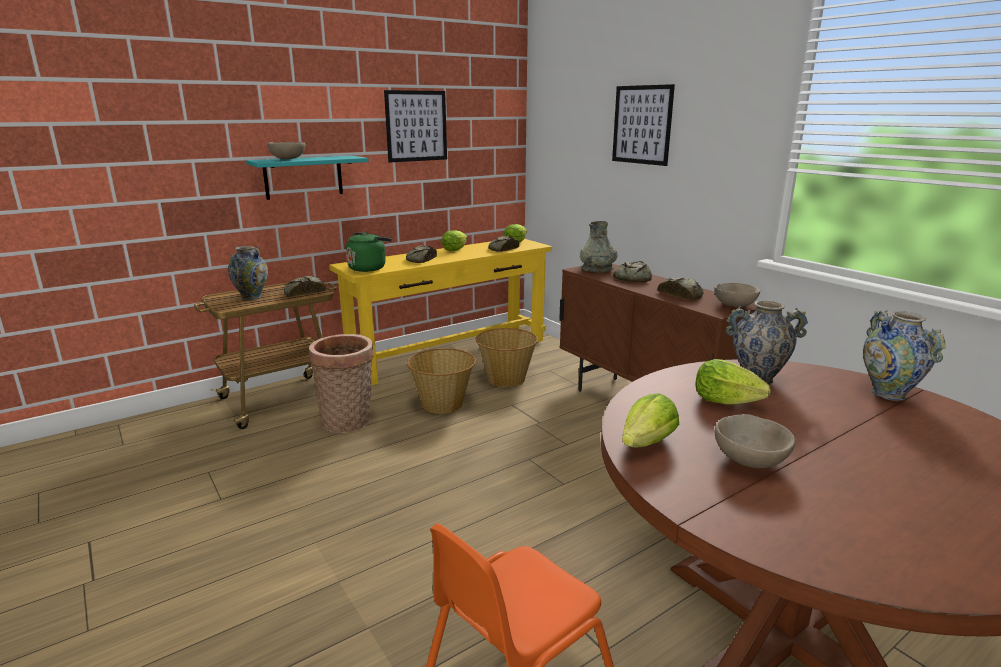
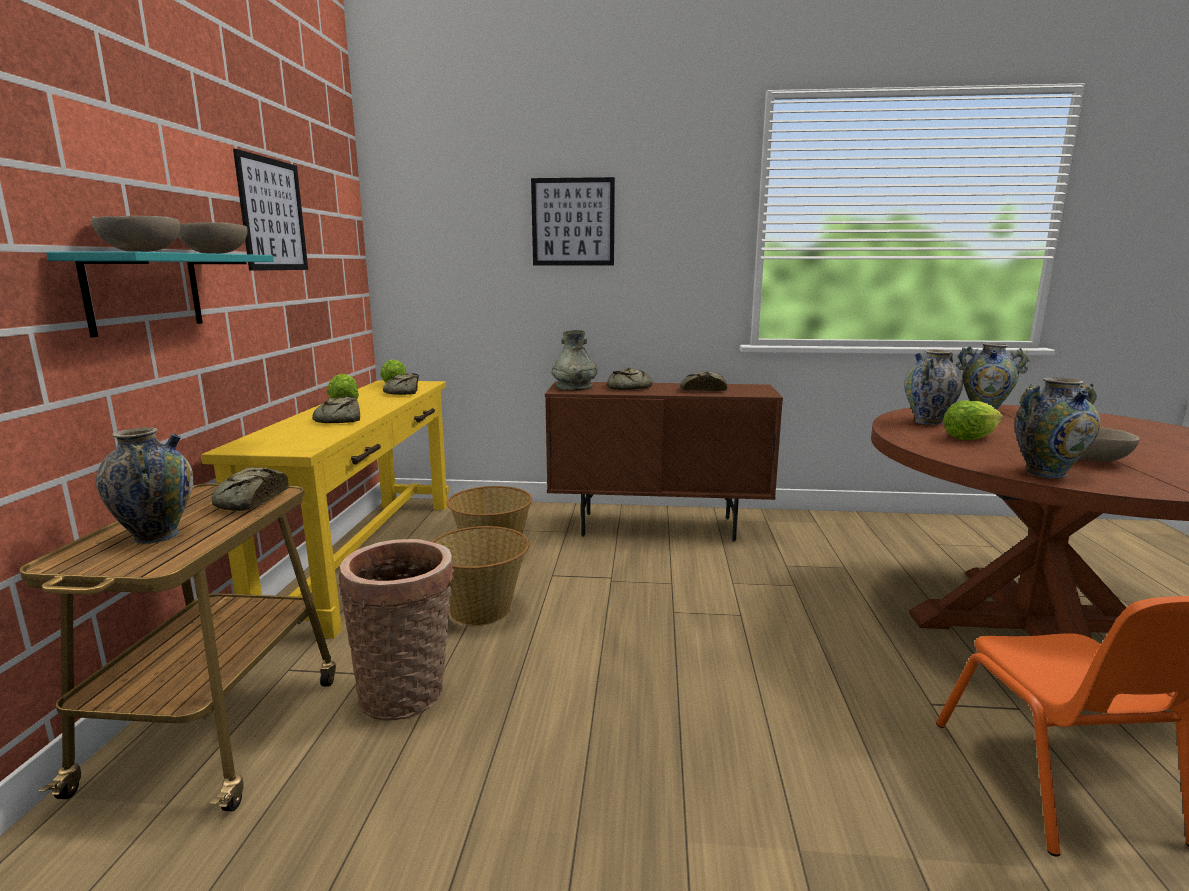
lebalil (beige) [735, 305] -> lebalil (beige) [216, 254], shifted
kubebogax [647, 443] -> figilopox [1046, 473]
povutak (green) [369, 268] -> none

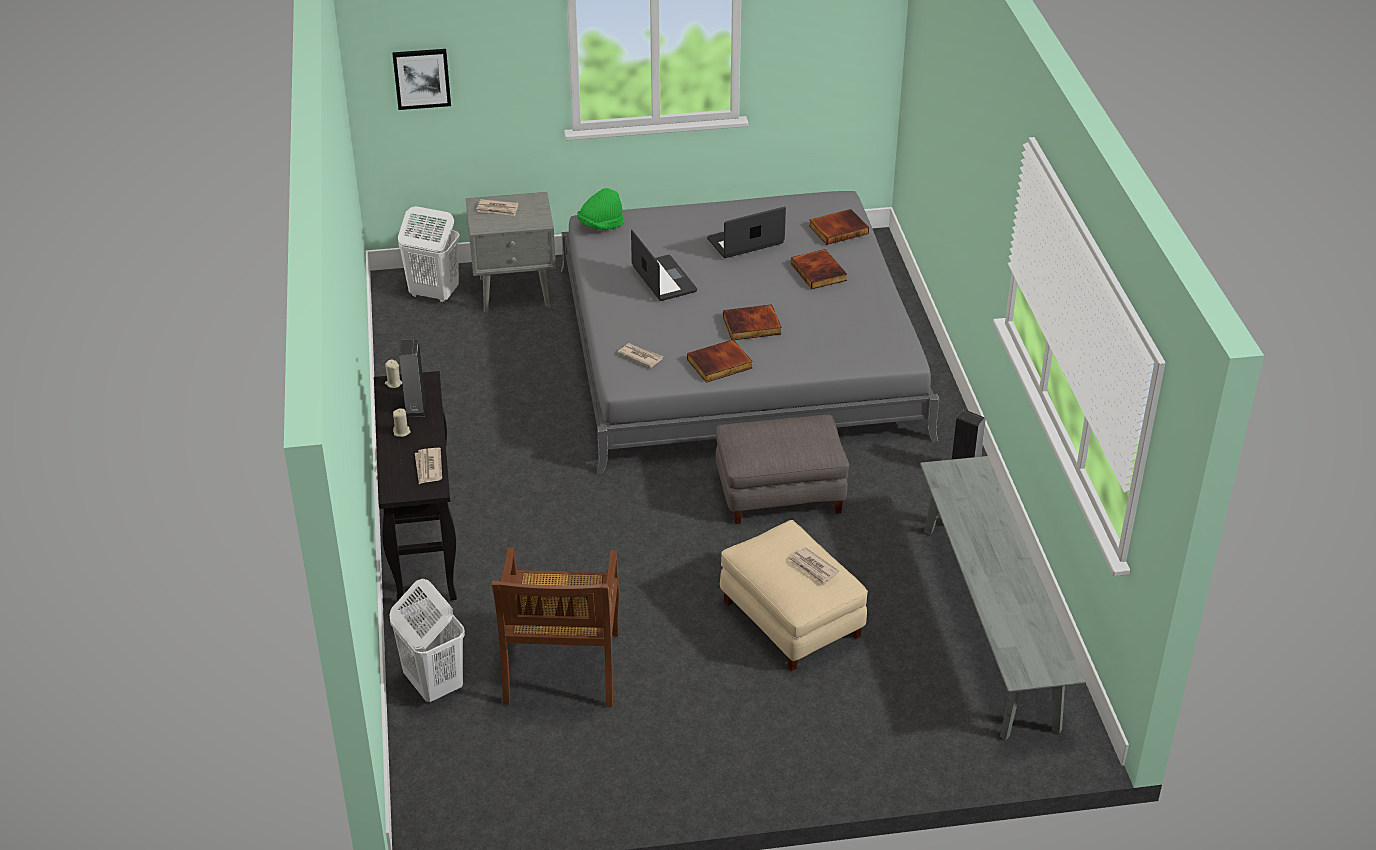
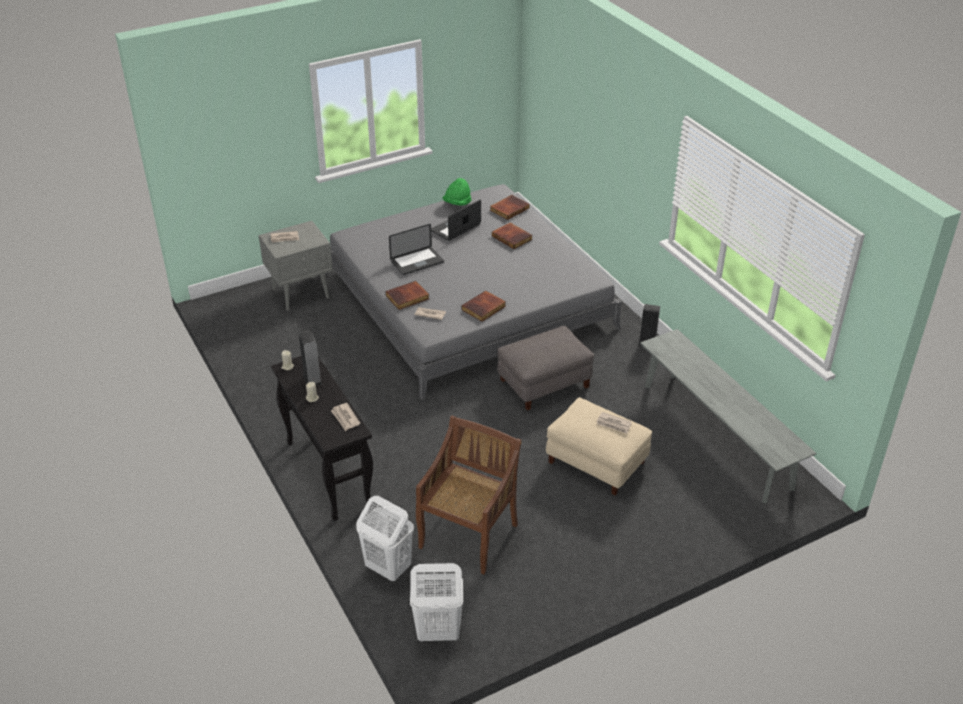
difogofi [751, 326] -> difogofi [407, 298], shifted
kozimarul [664, 279] -> kozimarul [417, 262], 105 degrees clockwise
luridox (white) [433, 294] -> luridox (white) [437, 632], shifted
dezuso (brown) [562, 670] -> dezuso (brown) [469, 534], 135 degrees counterclockwise
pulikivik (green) [601, 225] -> pulikivik (green) [457, 203], shifted
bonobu [422, 78] -> none

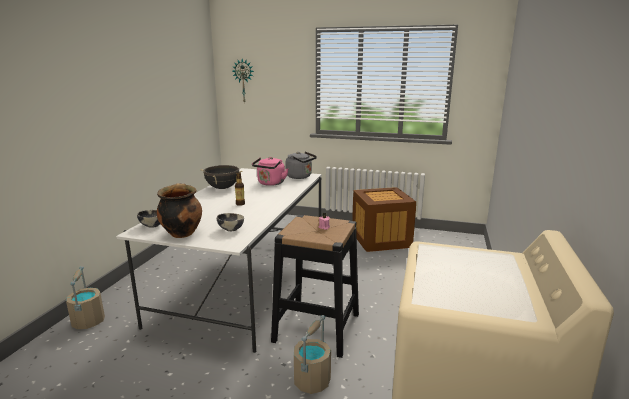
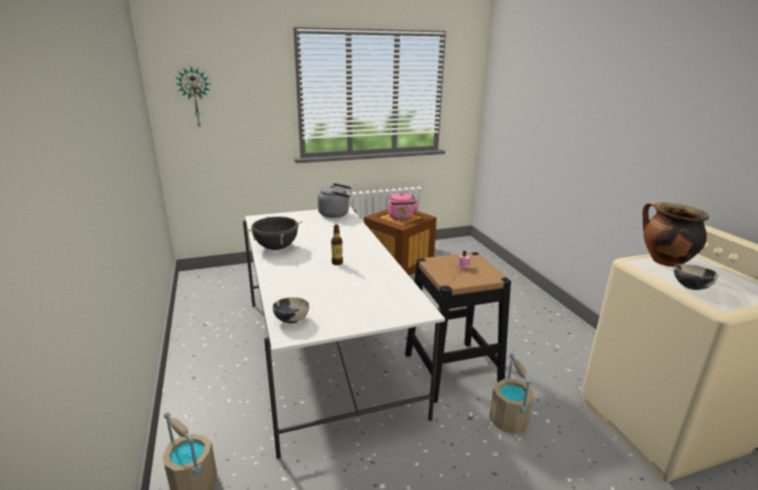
povutak (pink) [270, 183] -> povutak (pink) [401, 217], shifted
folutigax [181, 233] -> folutigax [664, 261], shifted
lebalil [230, 229] -> lebalil [690, 287], shifted

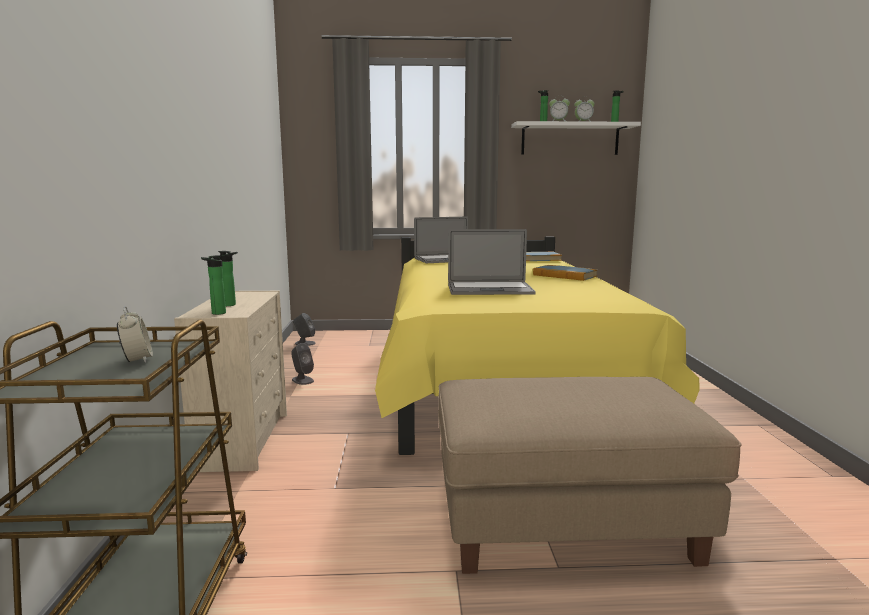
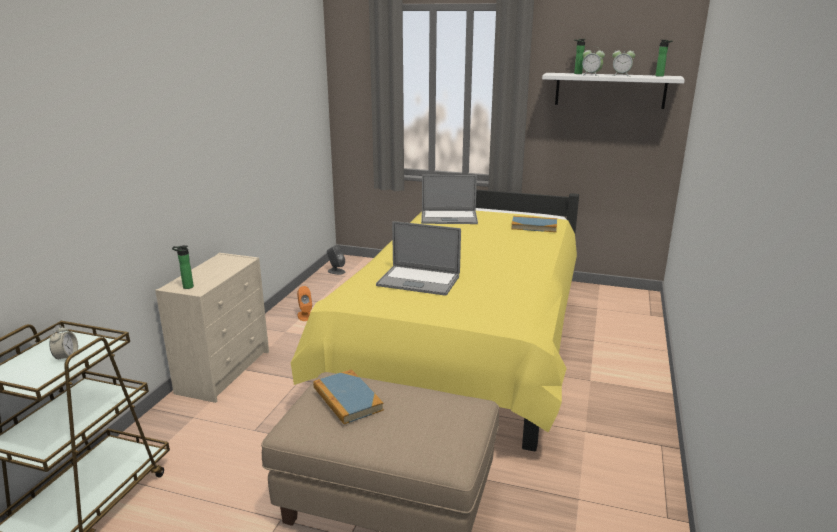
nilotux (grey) [302, 380] -> nilotux (orange) [305, 316]
difogofi [564, 275] -> difogofi [347, 399], shifted
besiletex [231, 305] -> none

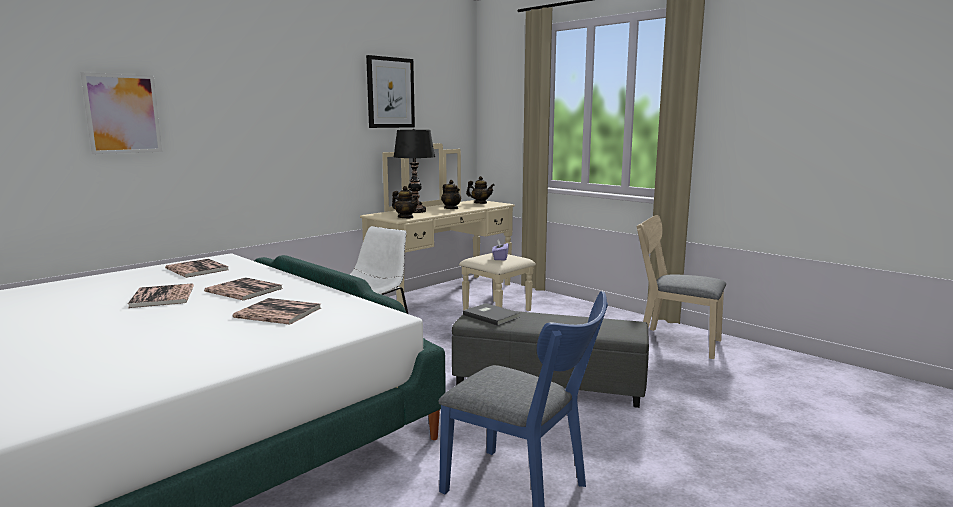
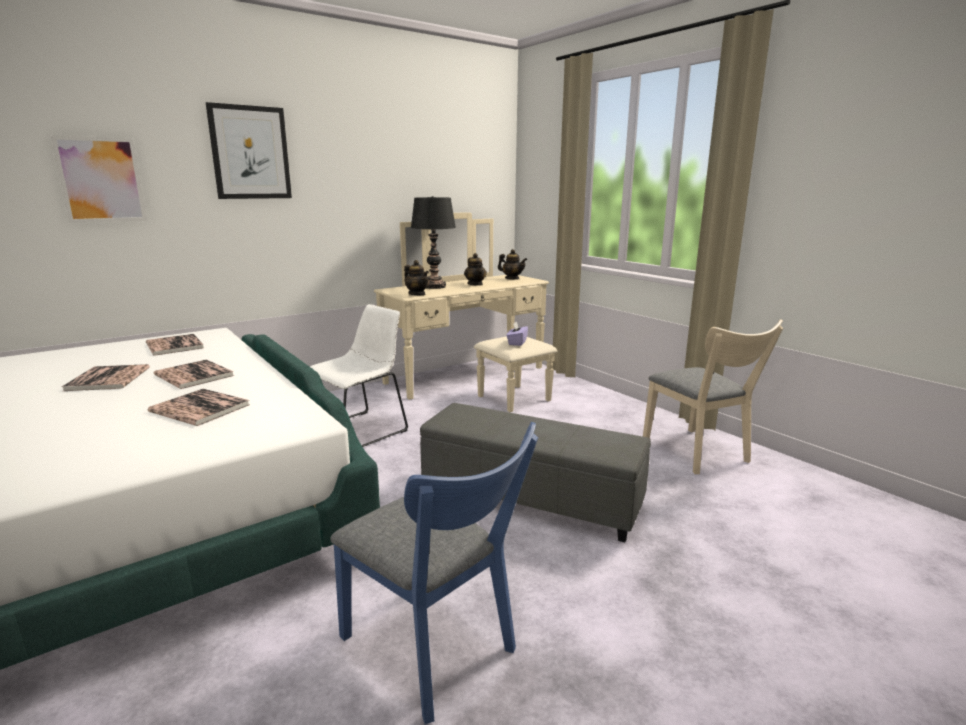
bonobu [390, 92] -> bonobu [250, 153], shifted
dezuso (beige) [673, 342] -> dezuso (beige) [699, 453], 150 degrees counterclockwise
difogofi (grey) [491, 315] -> none

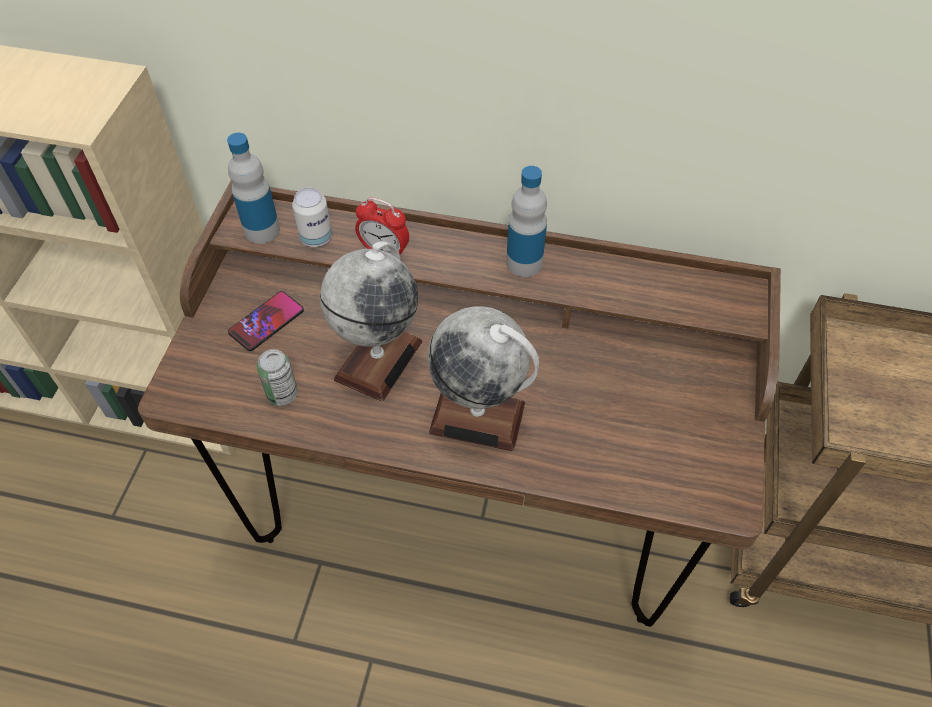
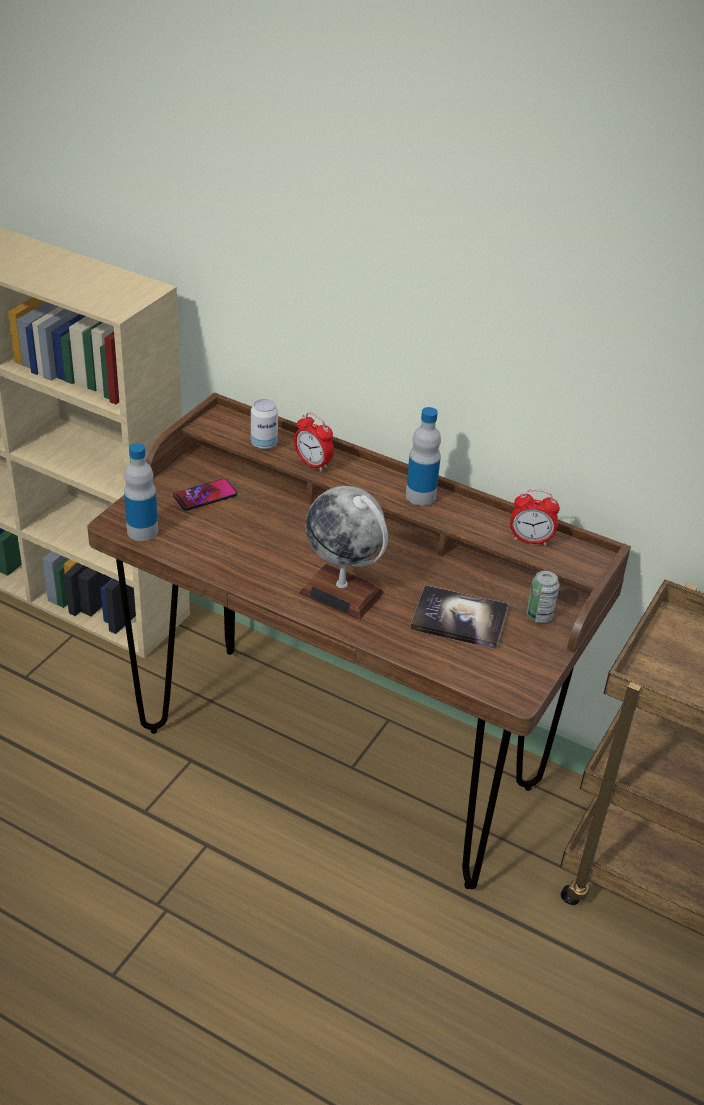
besiletex [262, 230] -> besiletex [142, 531], shifted
none -> difogofi [459, 619]
none -> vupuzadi [530, 540]
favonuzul [282, 394] -> favonuzul [539, 616], shifted
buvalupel [378, 359] -> none

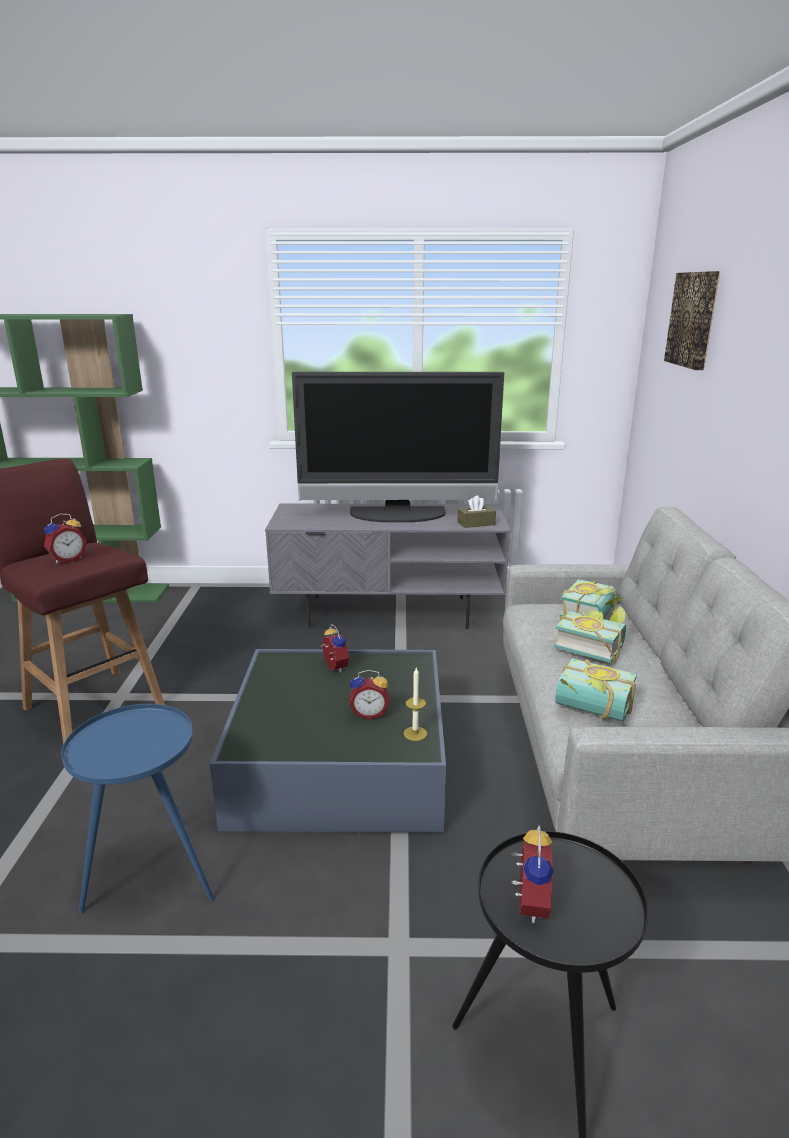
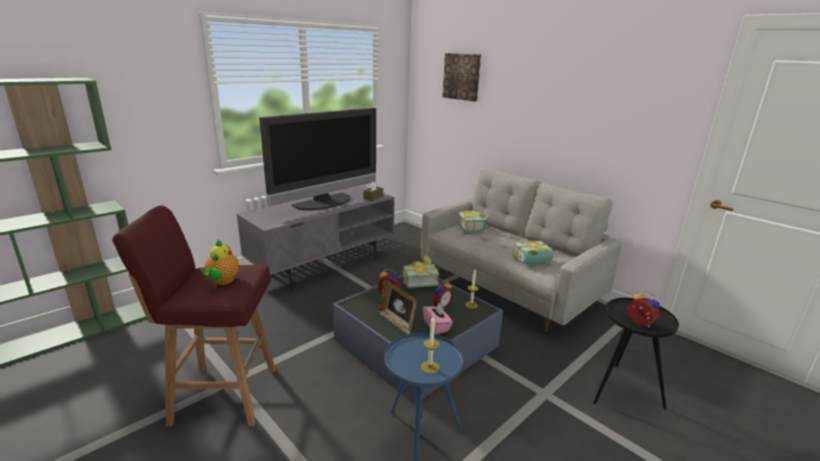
vupuzadi [67, 559] -> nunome [223, 281]
none -> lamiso [397, 322]
difogofi [591, 646] -> difogofi [419, 281], shifted
none -> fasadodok [430, 367]
none -> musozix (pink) [436, 326]

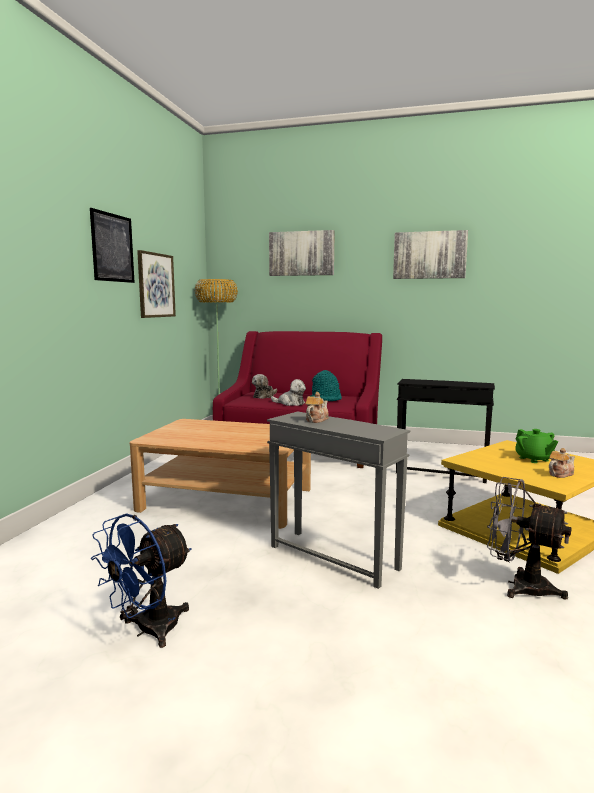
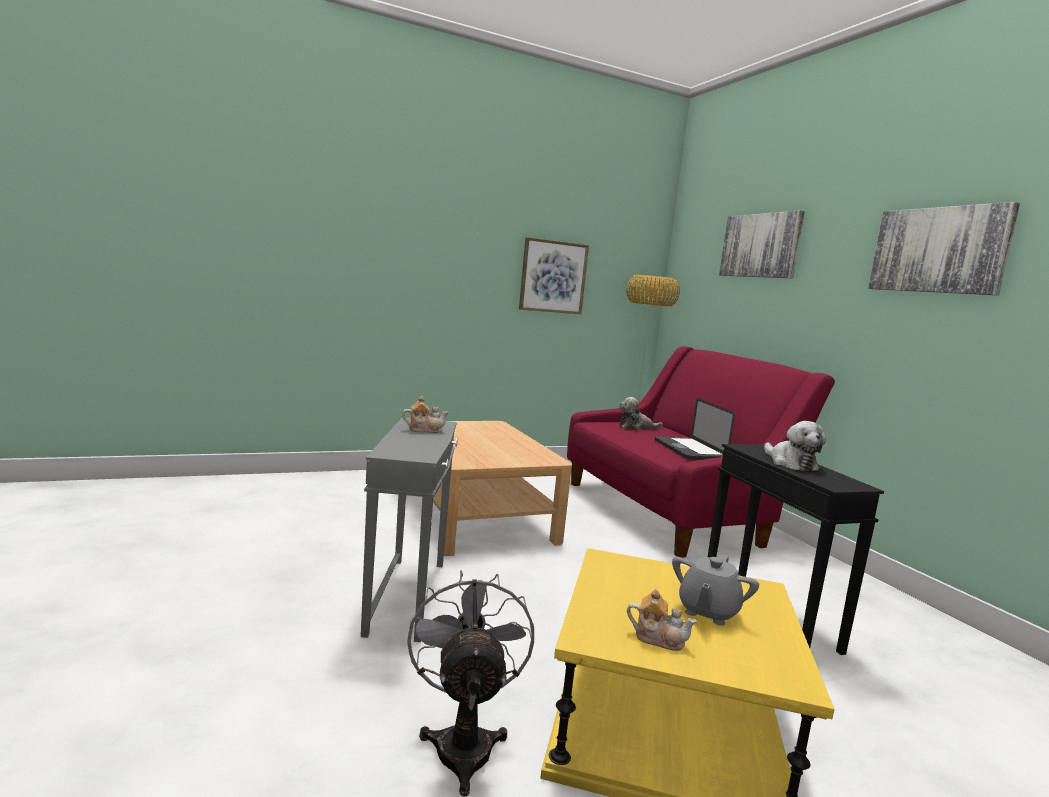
pulikivik (turquoise) [326, 399] -> kozimarul [689, 450]
nunome (green) [534, 459] -> nunome (grey) [707, 612]
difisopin [290, 403] -> difisopin [790, 463], shifted
bonobu [112, 247] -> none
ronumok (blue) [148, 630] -> none

